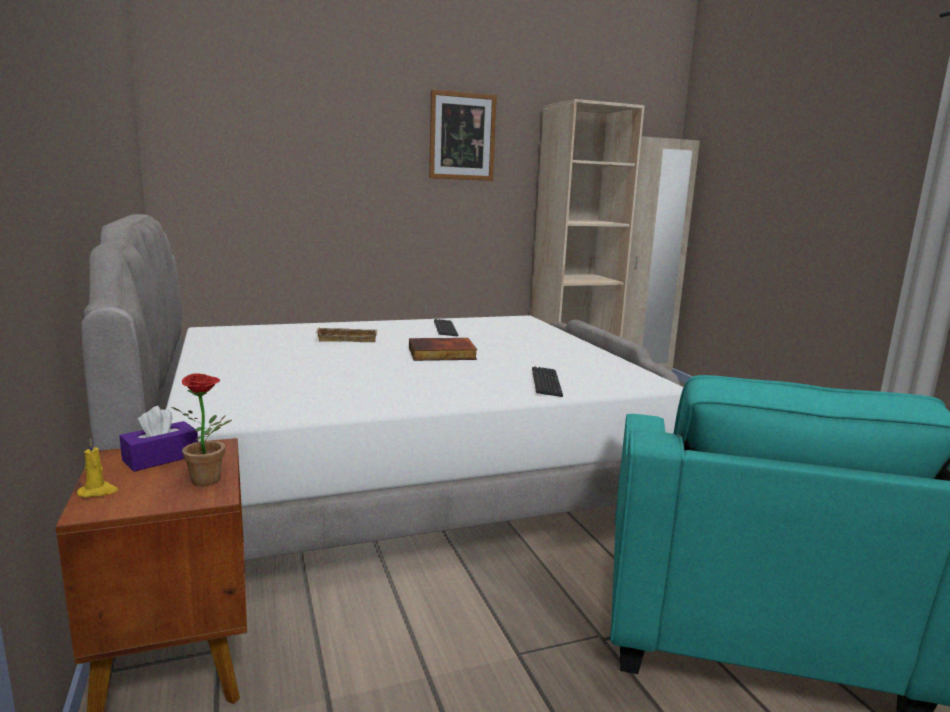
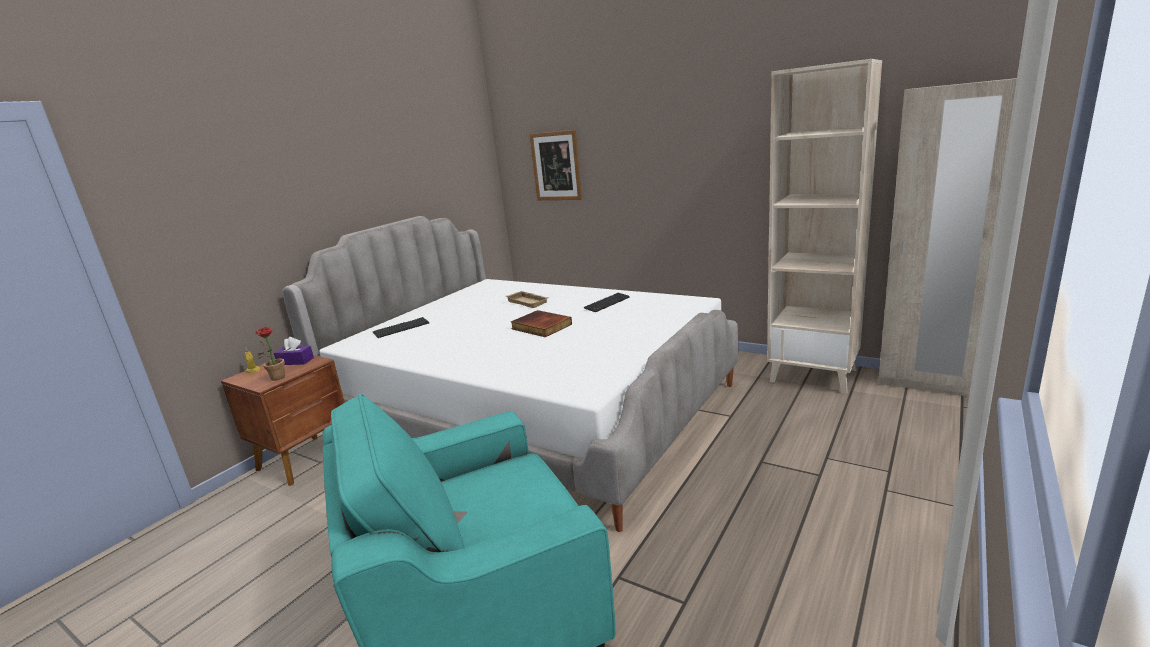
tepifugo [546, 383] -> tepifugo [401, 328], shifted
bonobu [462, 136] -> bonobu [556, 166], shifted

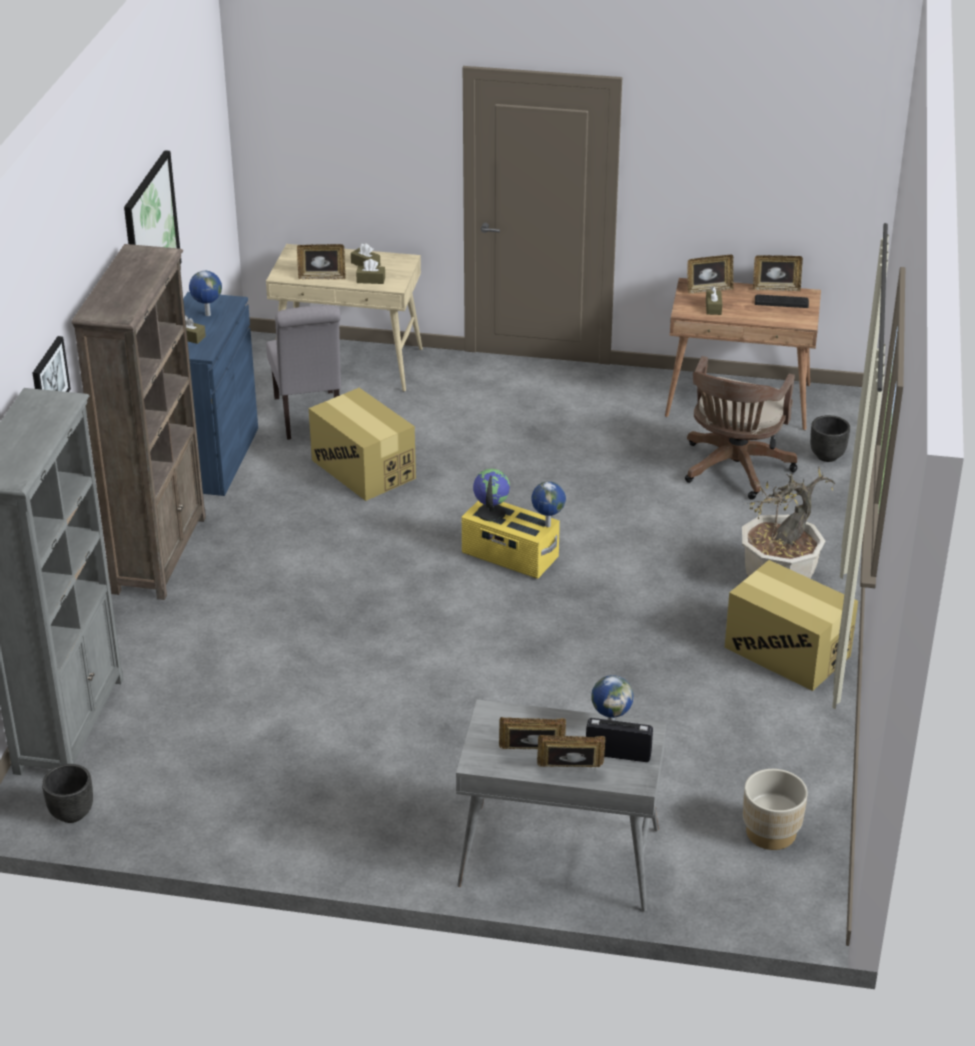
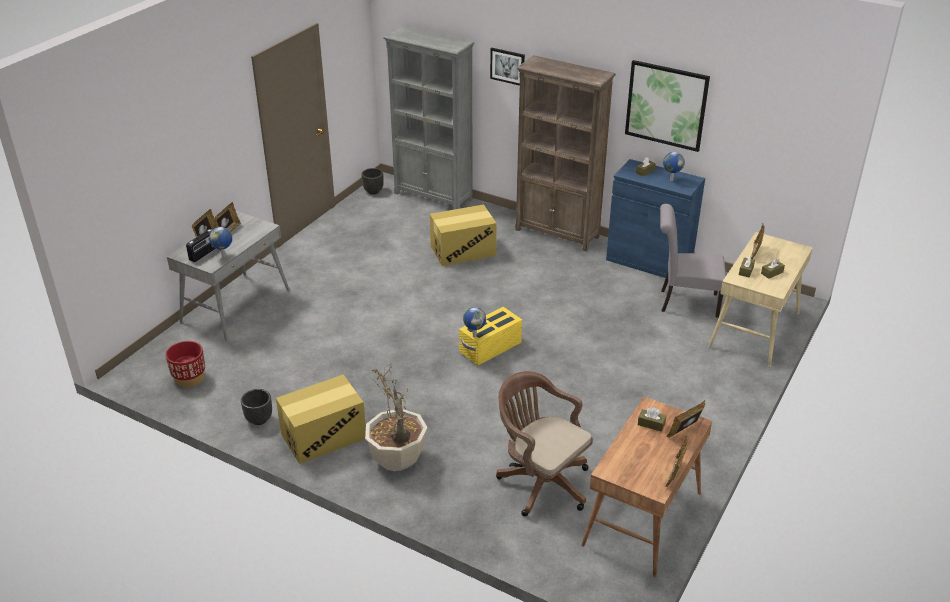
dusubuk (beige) [771, 833] -> dusubuk (red) [189, 378]
dusubuk (black) [826, 456] -> dusubuk (black) [259, 419], shifted
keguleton [363, 469] -> keguleton [463, 251], shifted
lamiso [709, 289] -> lamiso [684, 431], 45 degrees clockwise
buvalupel [490, 513] -> none
tepifugo [781, 301] -> none

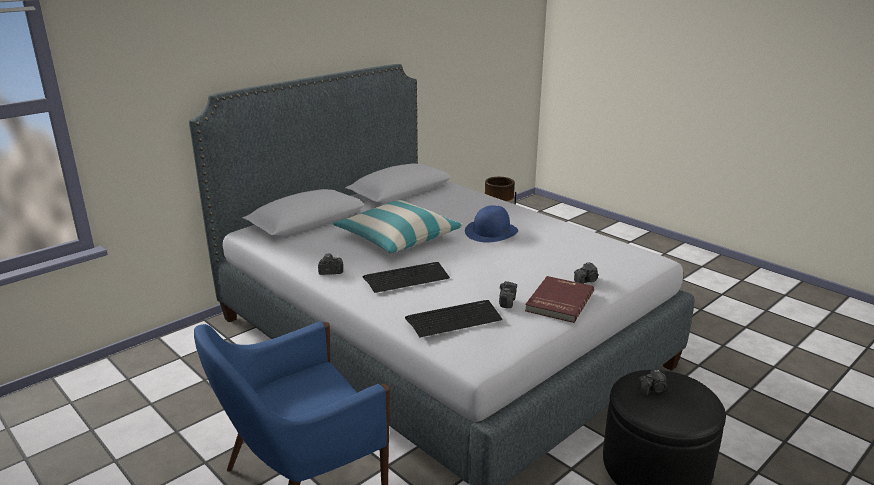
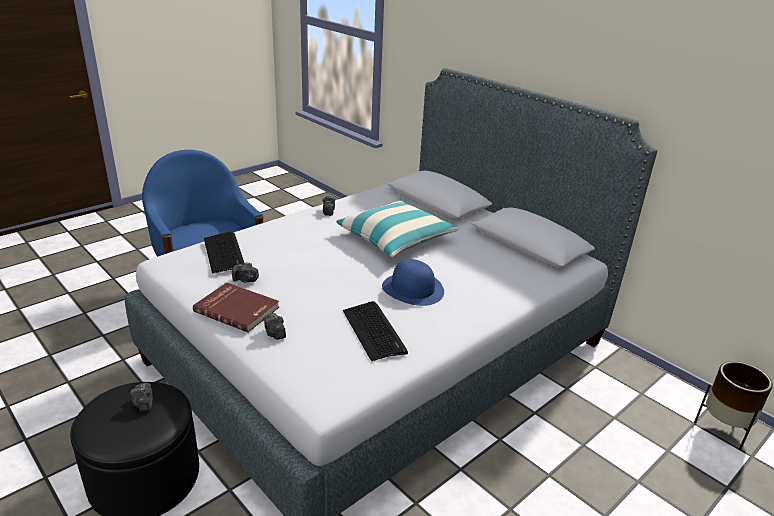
tepifugo [406, 278] -> tepifugo [374, 331], shifted

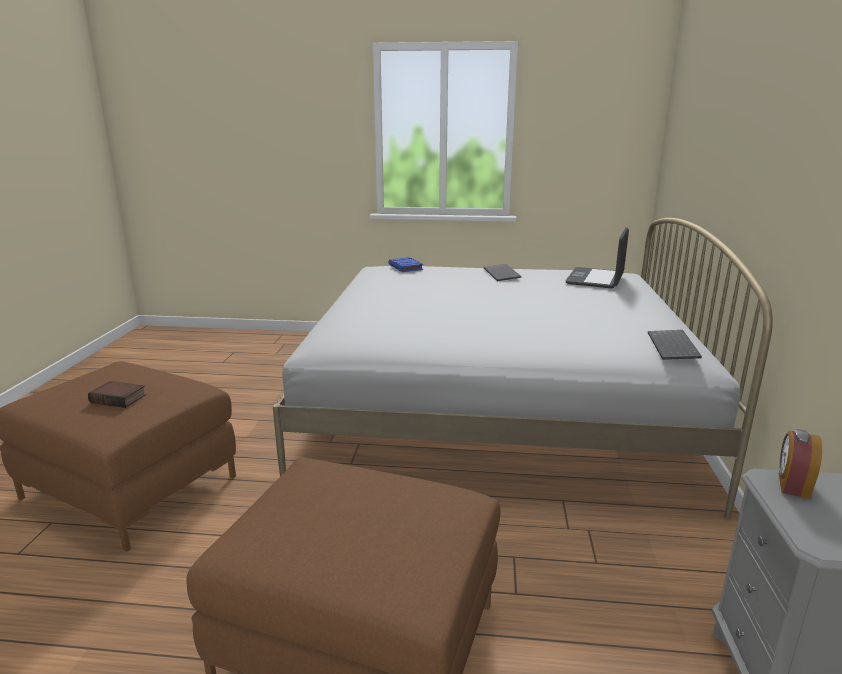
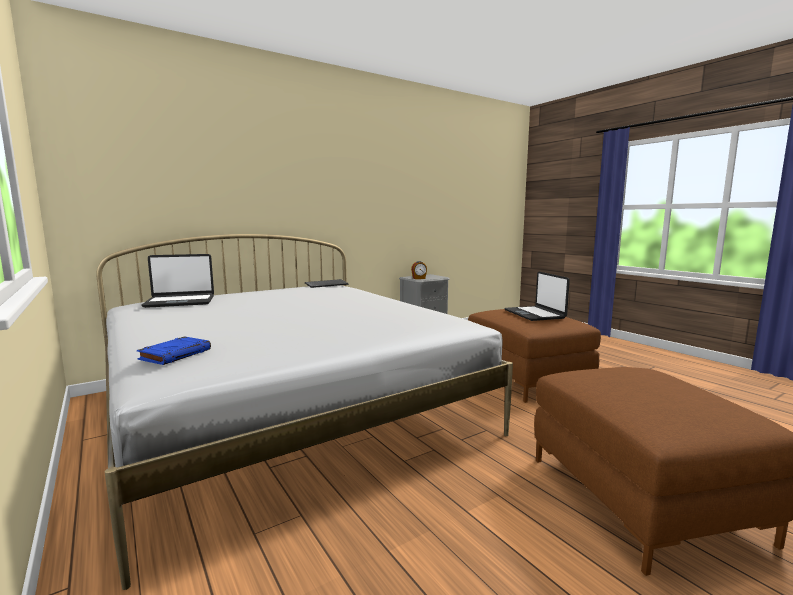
none -> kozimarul [534, 314]
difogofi [120, 398] -> none
tepifugo [502, 274] -> none

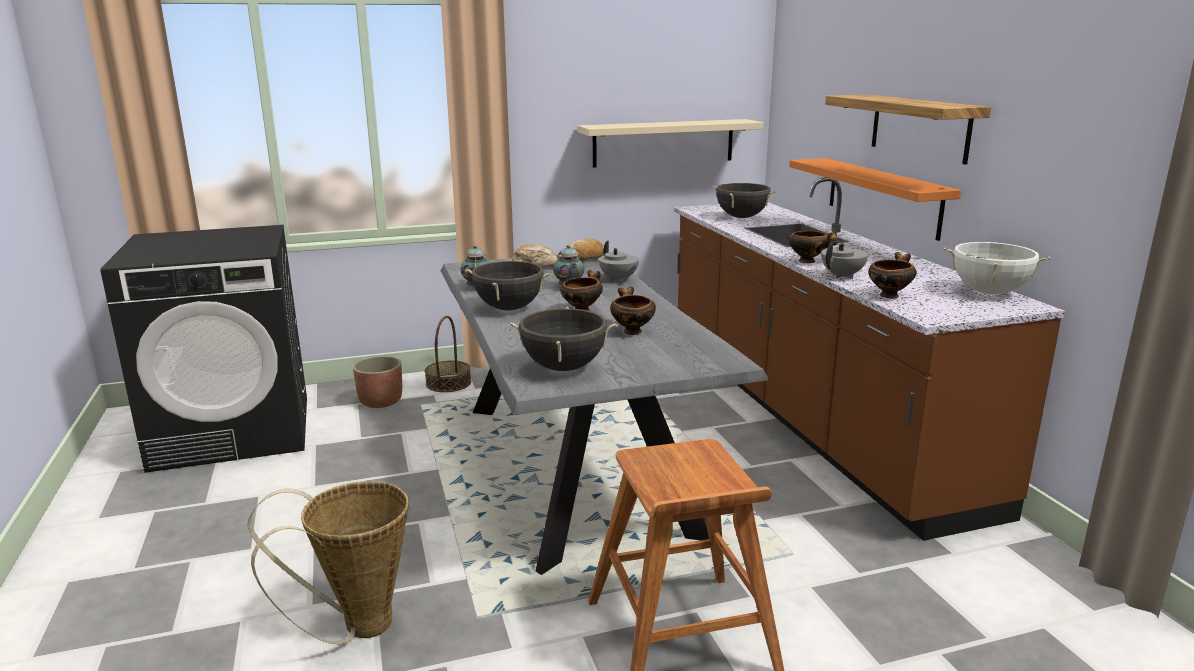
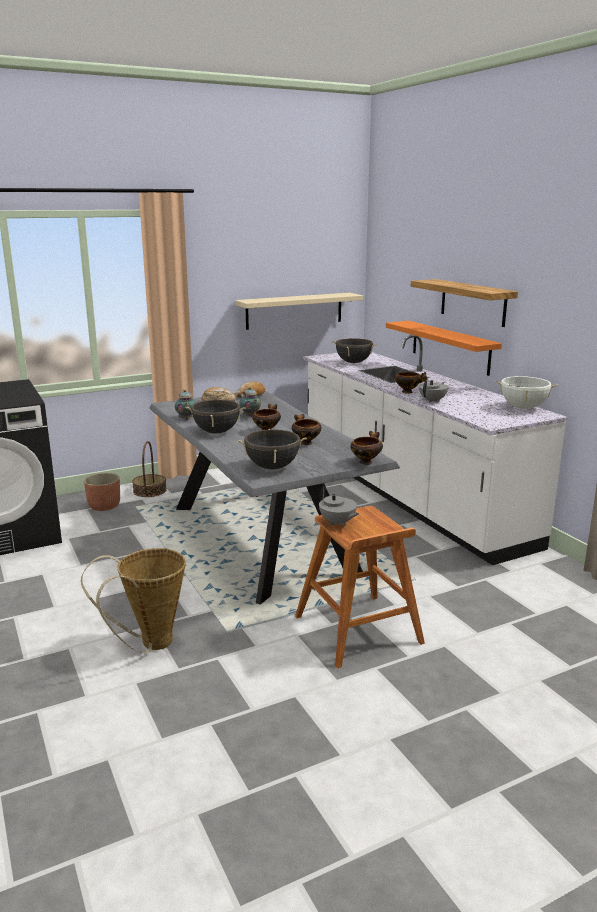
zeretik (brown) [807, 415] -> zeretik (white) [407, 496]
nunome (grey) [618, 279] -> nunome (grey) [337, 523], shifted
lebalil [889, 295] -> lebalil [366, 462], shifted

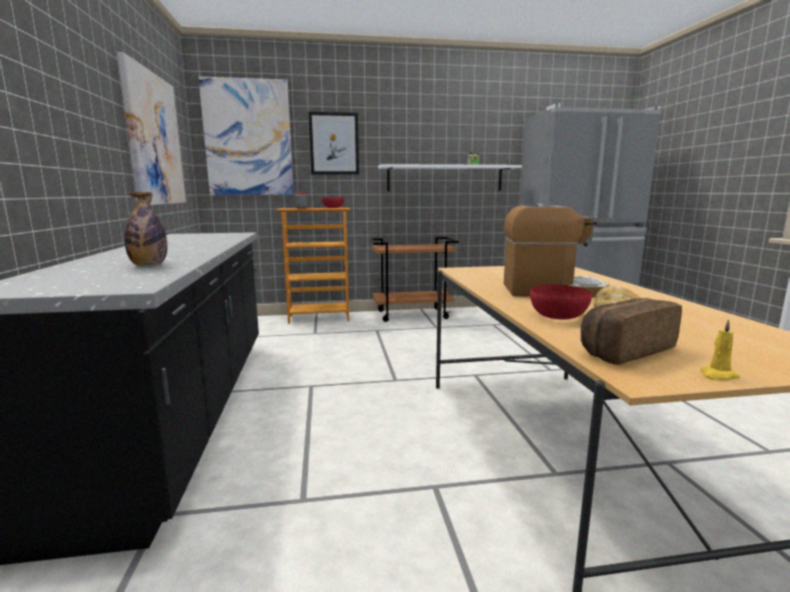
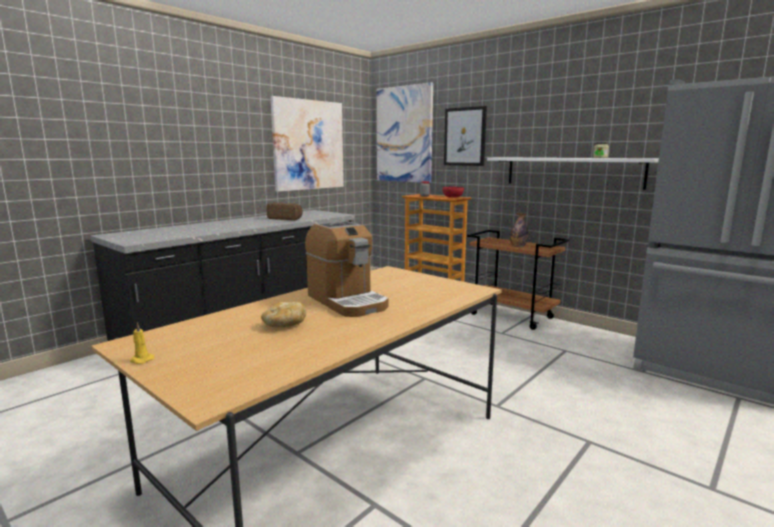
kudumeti [623, 350] -> kudumeti [285, 219], shifted
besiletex [149, 265] -> besiletex [518, 246], shifted
lebalil (red) [559, 316] -> none

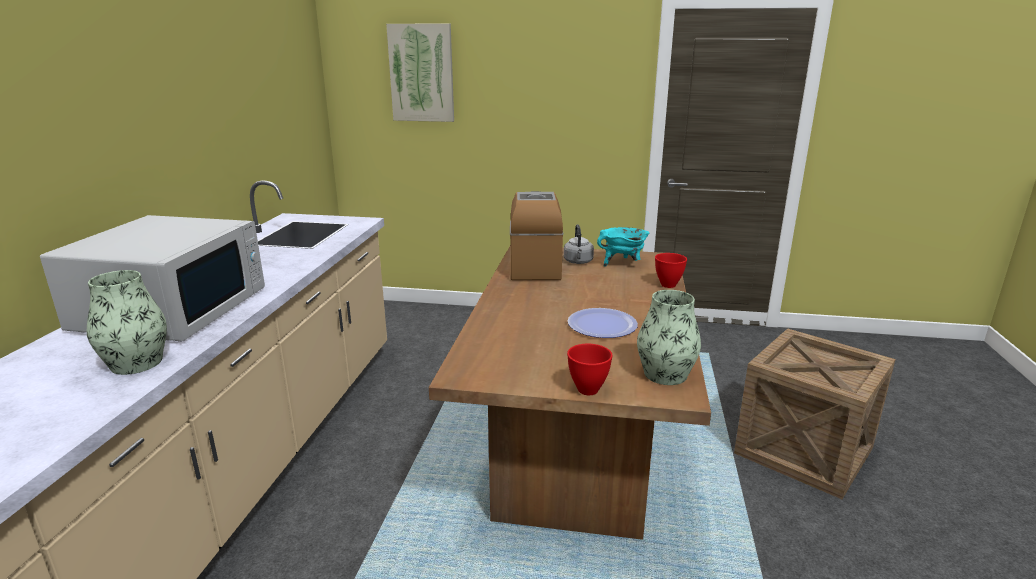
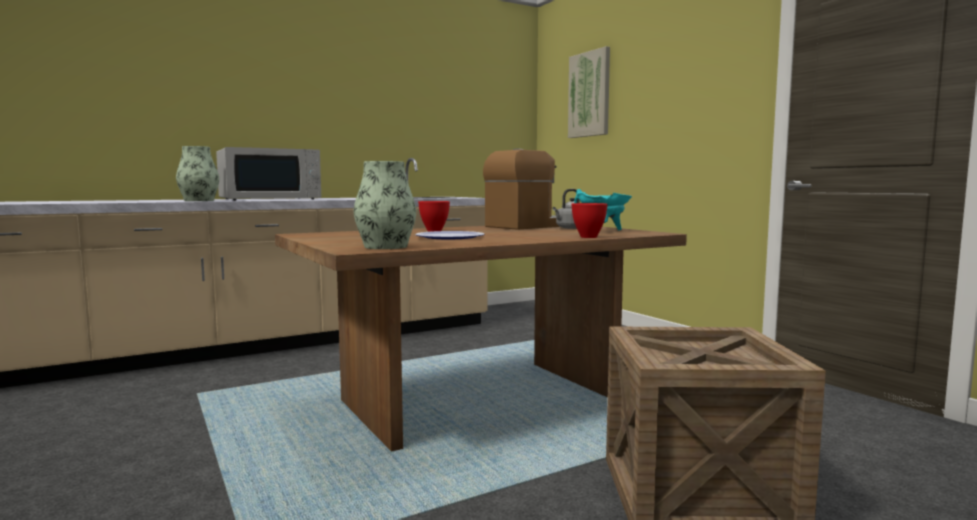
lebalil (red) [589, 390] -> lebalil (red) [434, 231], shifted

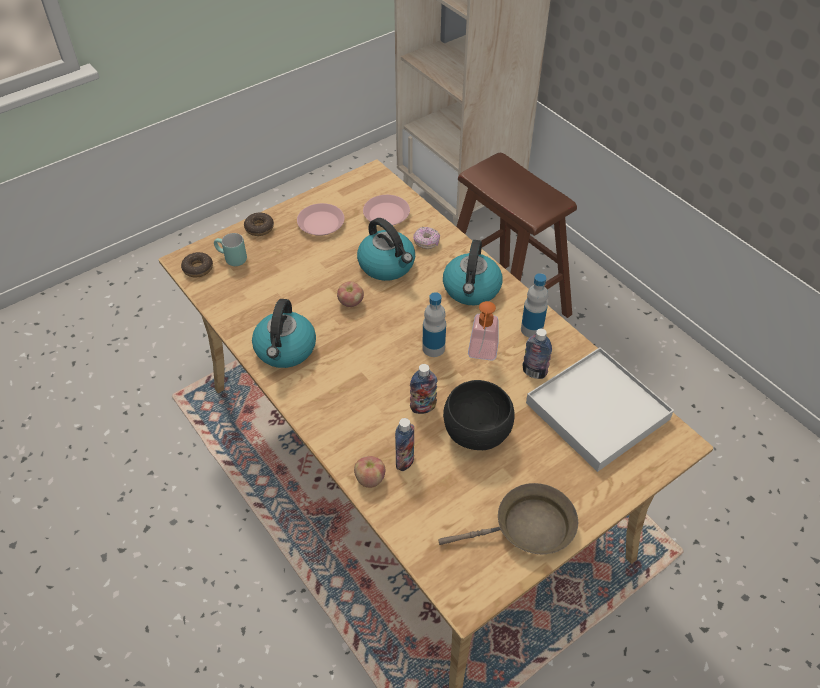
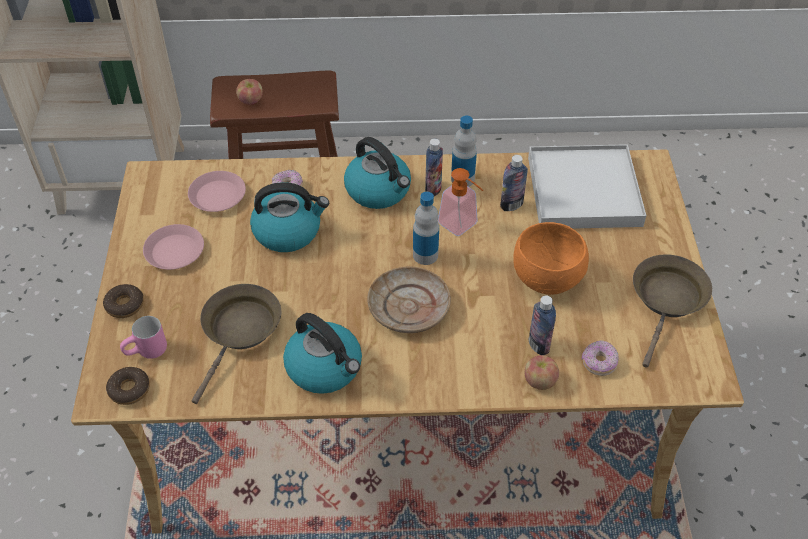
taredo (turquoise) [231, 259] -> taredo (pink) [147, 353]
none -> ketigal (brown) [240, 331]
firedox [351, 302] -> firedox [251, 101], shifted
none -> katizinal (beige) [409, 308]
besiletex [423, 407] -> besiletex [433, 189], shifted
lebalil (black) [477, 434] -> lebalil (orange) [548, 279]
none -> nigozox [599, 363]

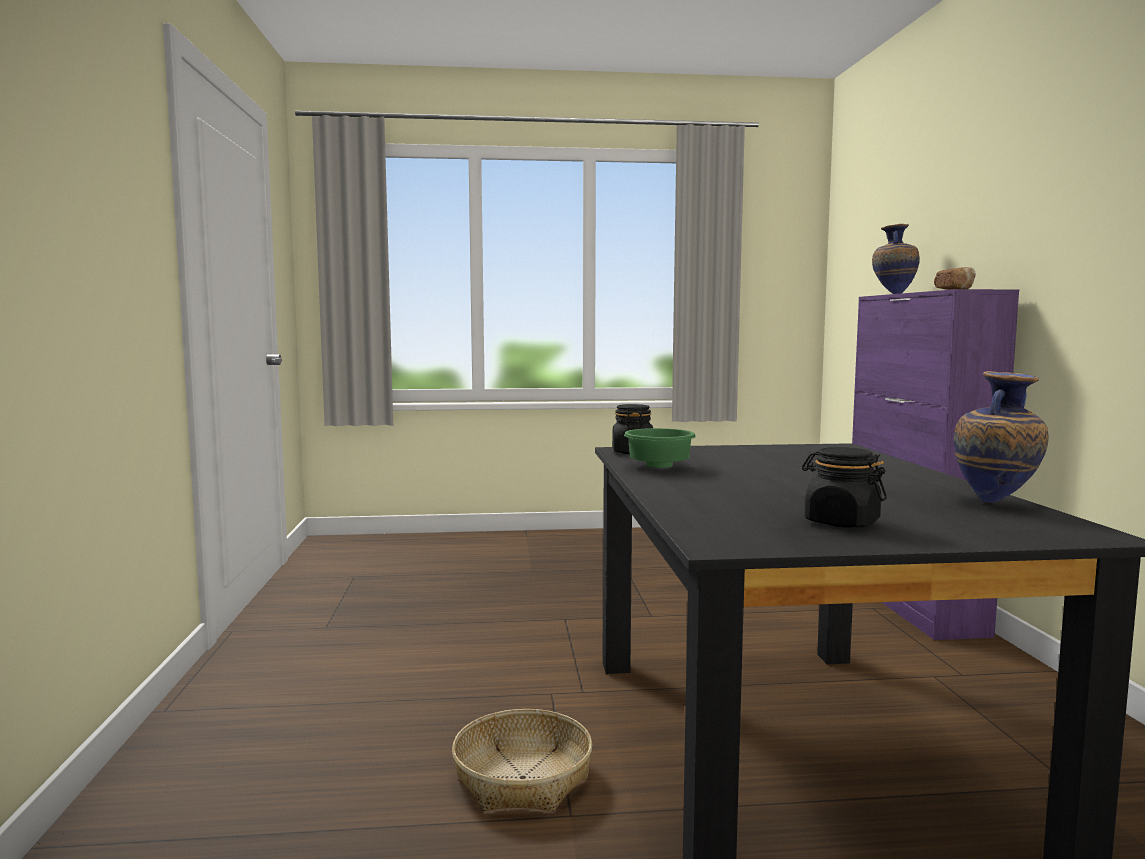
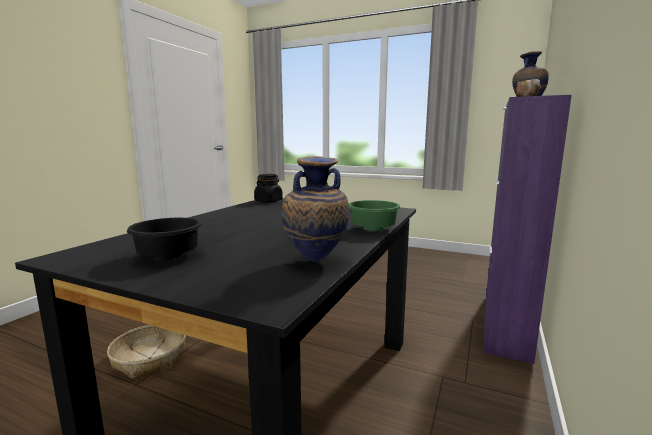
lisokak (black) [841, 522] -> lebalil (black) [170, 256]
lebalil (green) [660, 466] -> lebalil (green) [374, 229], shifted

